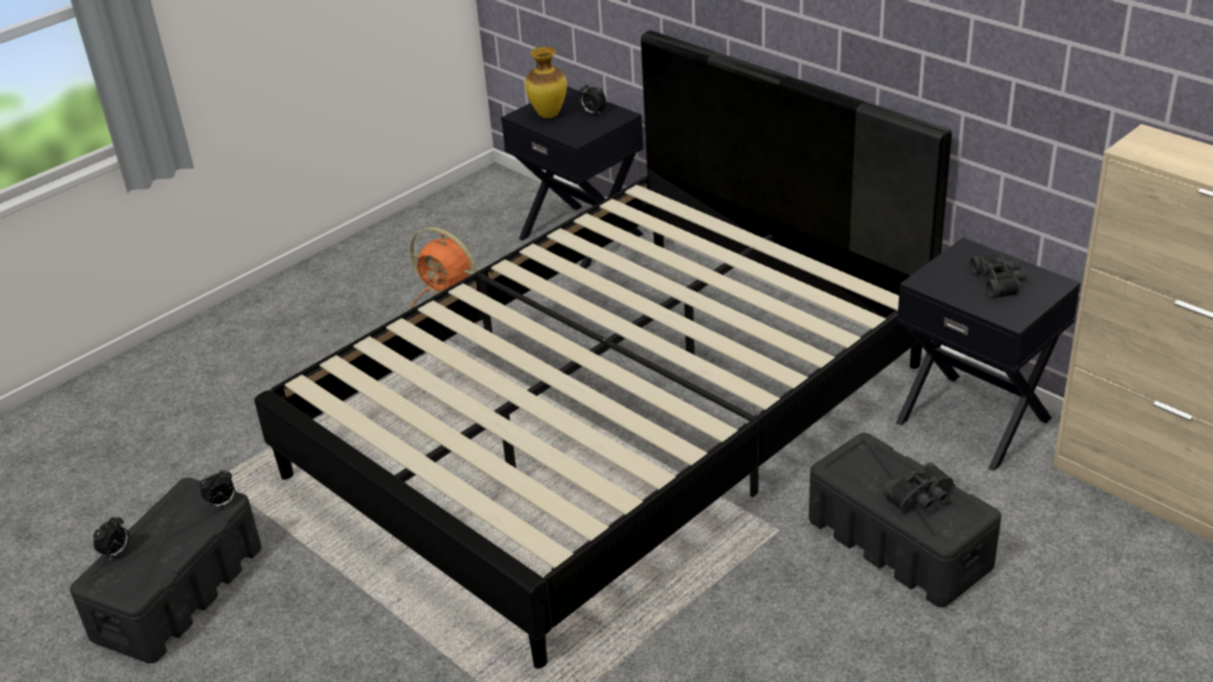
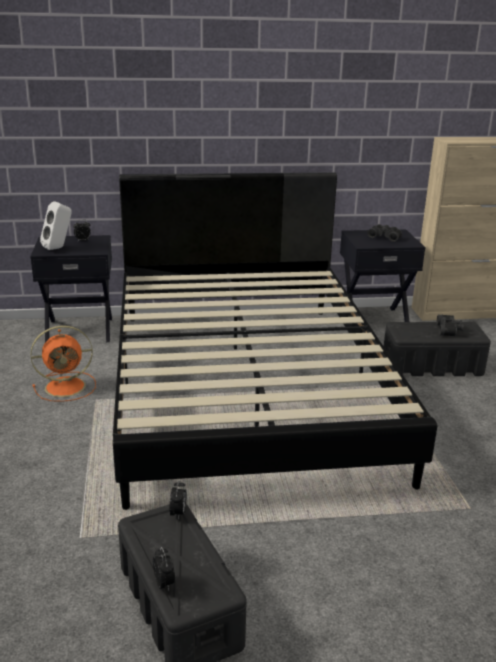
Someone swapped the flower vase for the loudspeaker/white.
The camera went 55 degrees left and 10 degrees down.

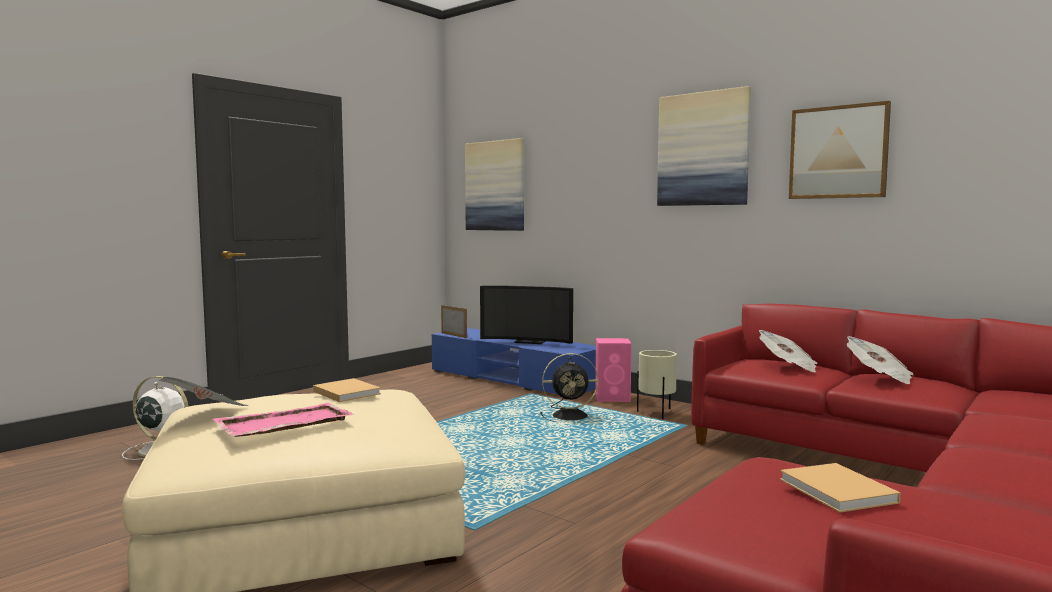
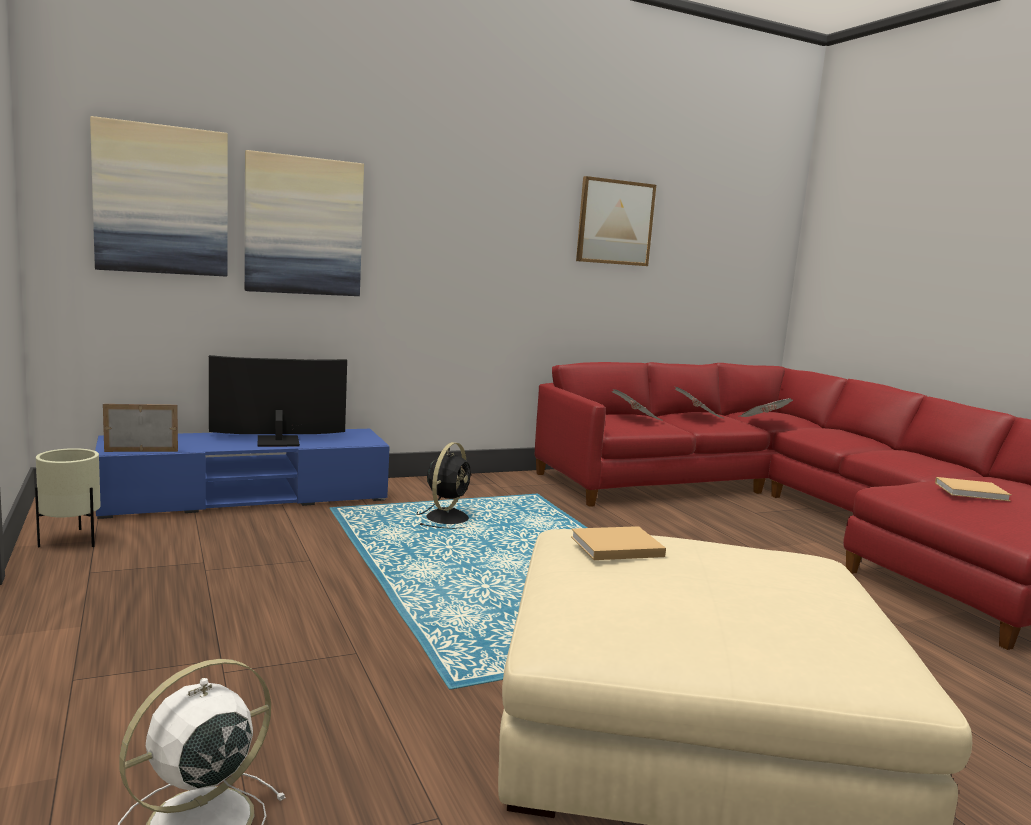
Someone carried the flower pot/sand-coloured.
Someone rotated the television by 150 degrees counterclockwise.
Someone carried the picture (no. 2 from left).
Someone carried the newspaper (no. 1 from left in the first image).
Someone took away the serving tray/pinkish.
Someone took away the loudspeaker/pinkish.
The camera went 65 degrees left and 5 degrees up.

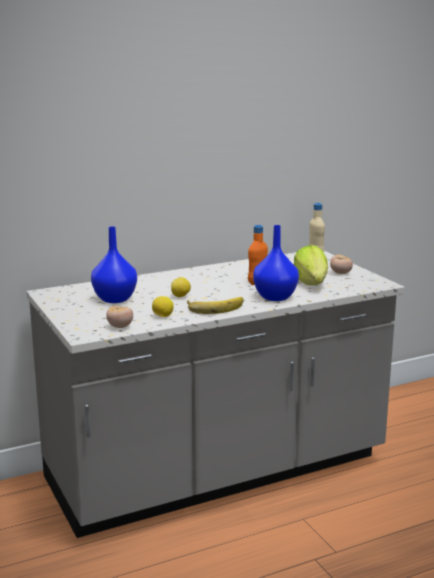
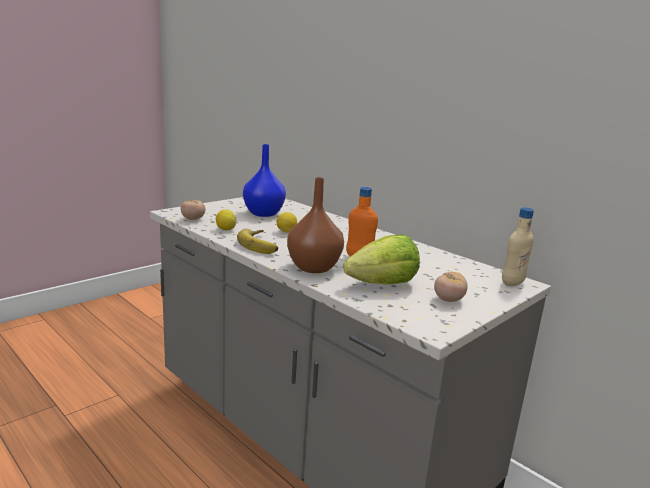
Someone repainted the flower vase/bluish (no. 2 from left), which became the flower vase/brown-coloured.
The camera went 70 degrees right and 0 degrees up.

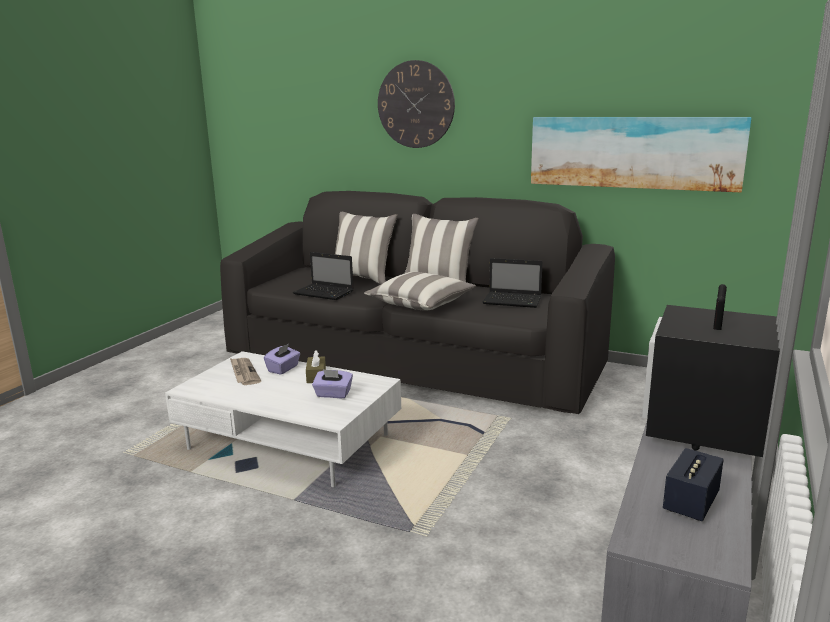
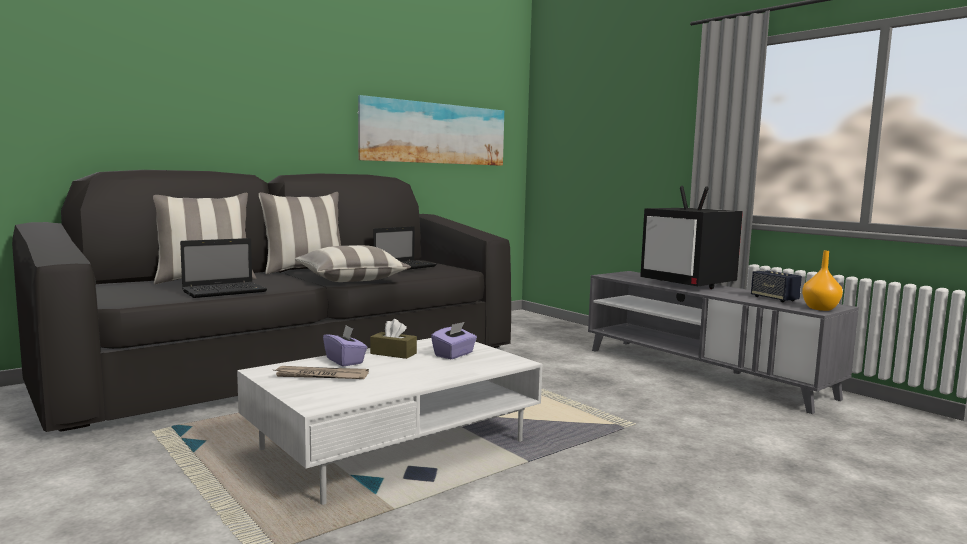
Someone put down the flower vase/orange.
Someone took away the clock on the wall.
The camera went 65 degrees left and 10 degrees down.

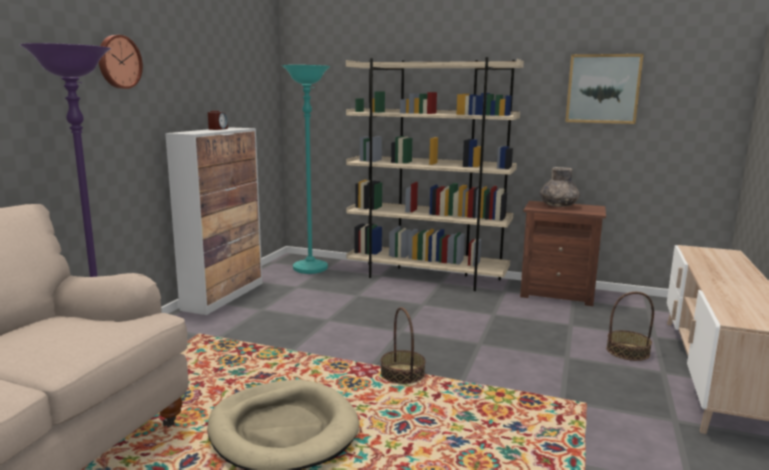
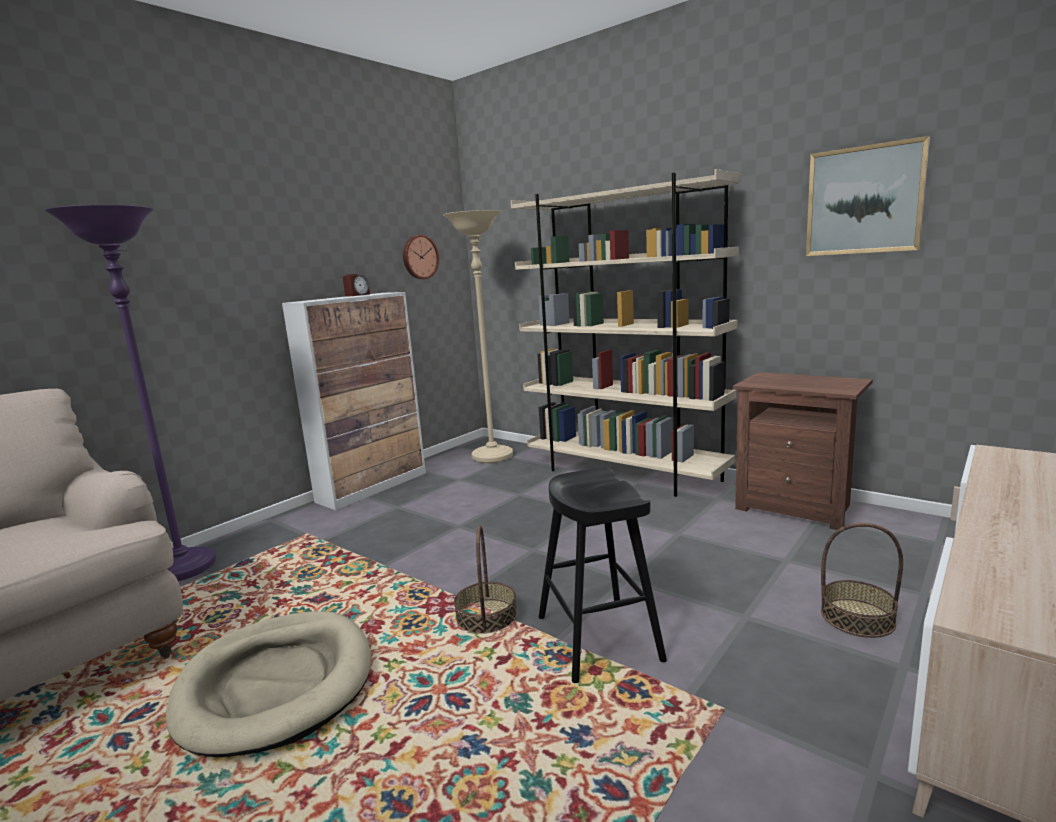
Someone carried the clock on the wall.
Someone repainted the standard lamp/turquoise-coloured, which became the standard lamp/sand-coloured.
Someone put down the sitting stool/blackish.
Someone took away the flower vase/grey.
The camera went 20 degrees right and 0 degrees up.

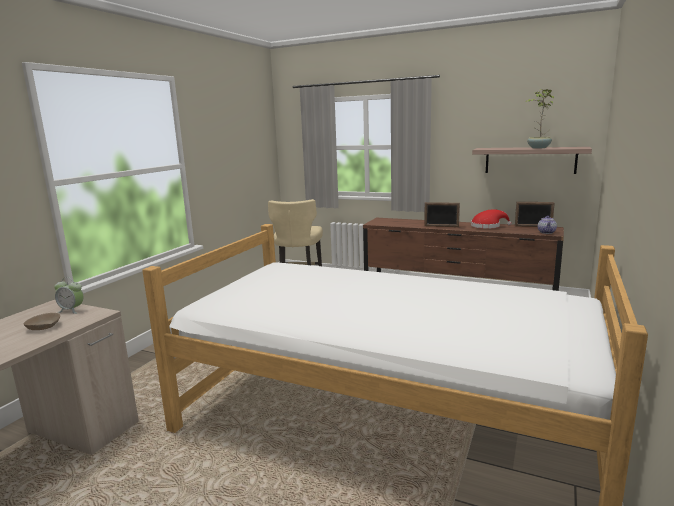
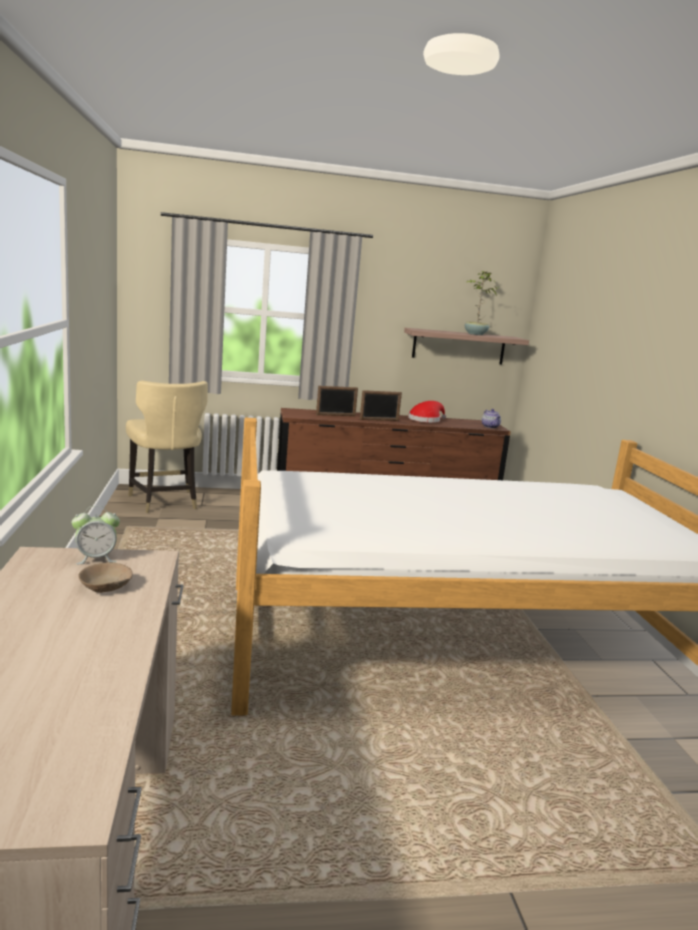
Someone carried the photo frame (no. 2 from left in the first image).
The camera went 35 degrees left and 0 degrees up.

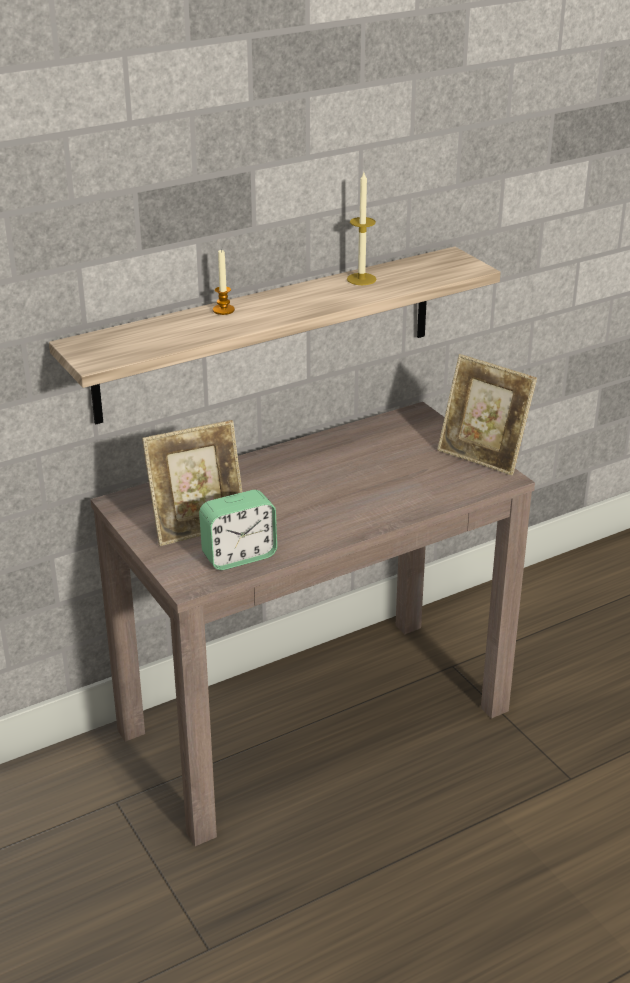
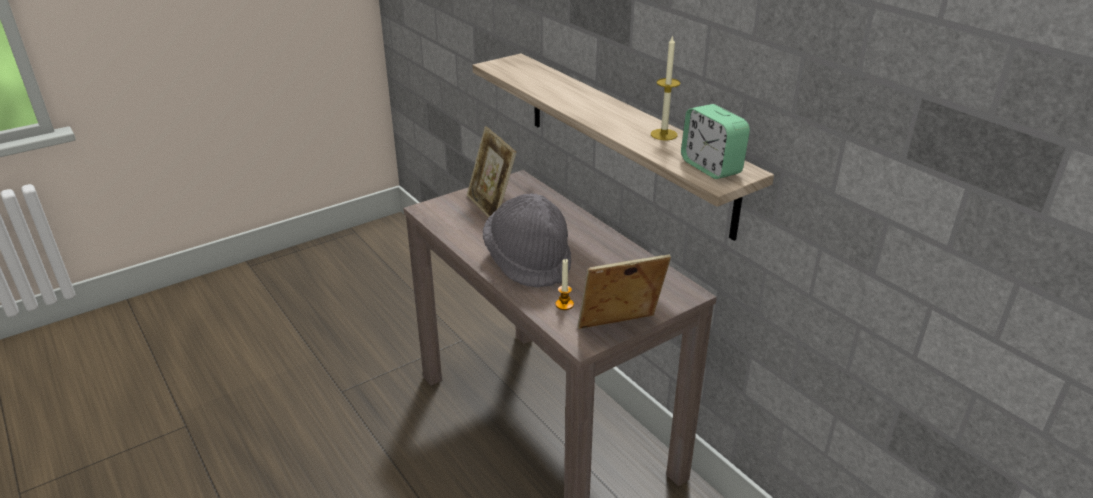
Someone put down the wearable hat/grey.
Someone carried the wax candle (no. 1 from left).
Someone rotated the photo frame (no. 2 from left) by 45 degrees clockwise.
Someone carried the table clock.
The camera went 85 degrees right and 0 degrees up.

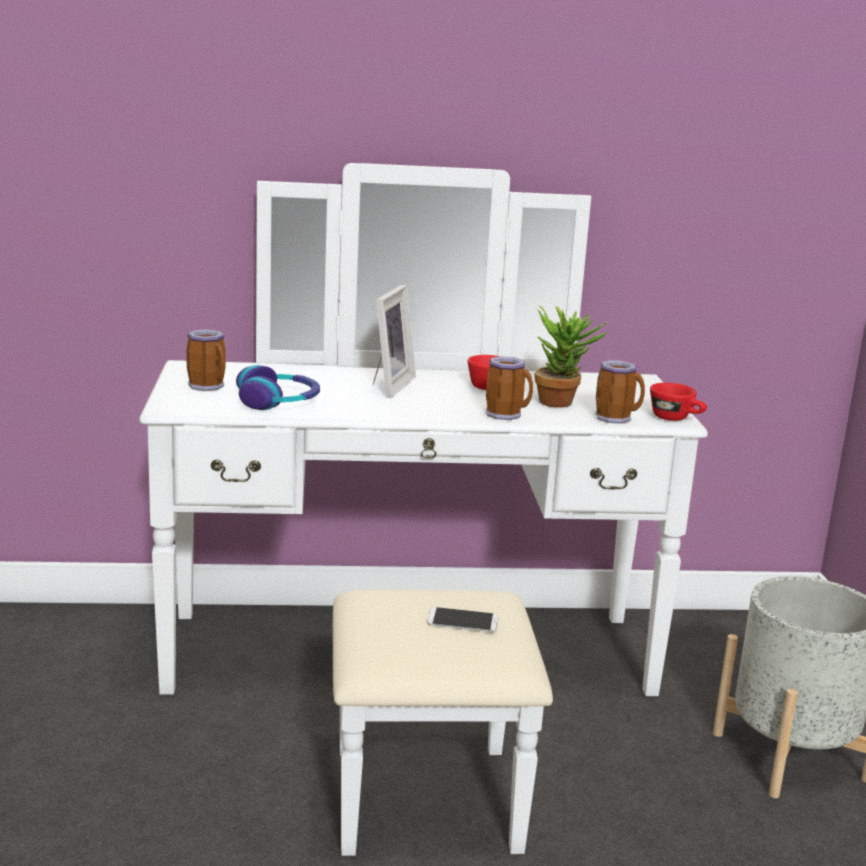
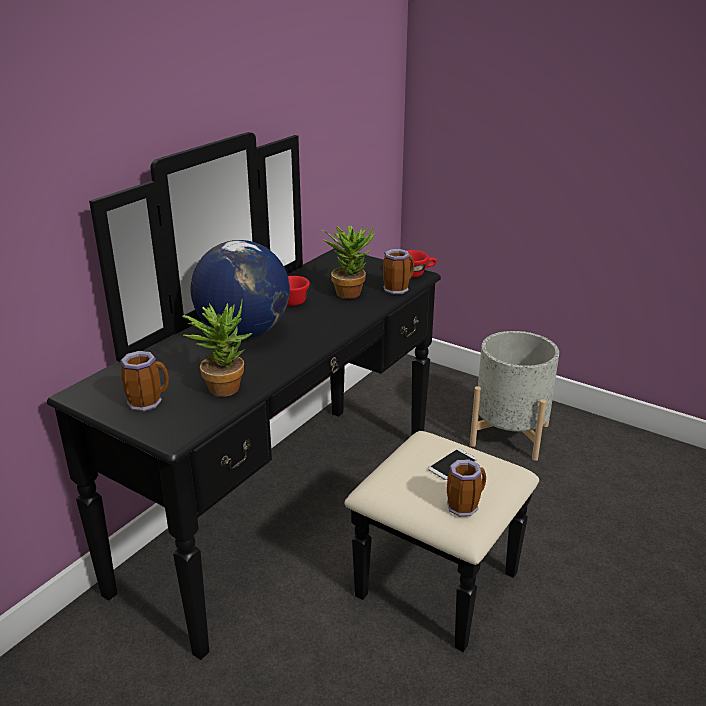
Someone repainted the drawer chest/white, which became the drawer chest/blackish.
Someone swapped the headset for the plant in a pot (no. 1 from left).
Someone swapped the photo frame for the world globe.
Someone carried the coffee mug (no. 2 from left in the first image).
The camera went 50 degrees left and 10 degrees up.

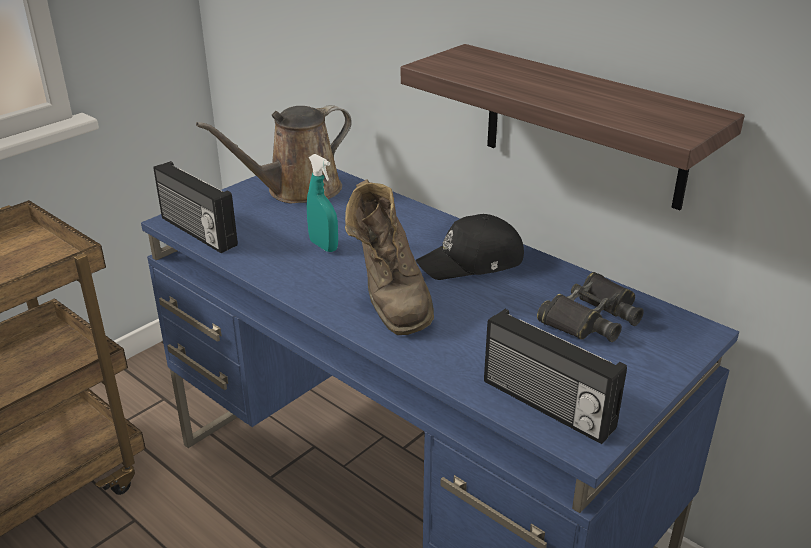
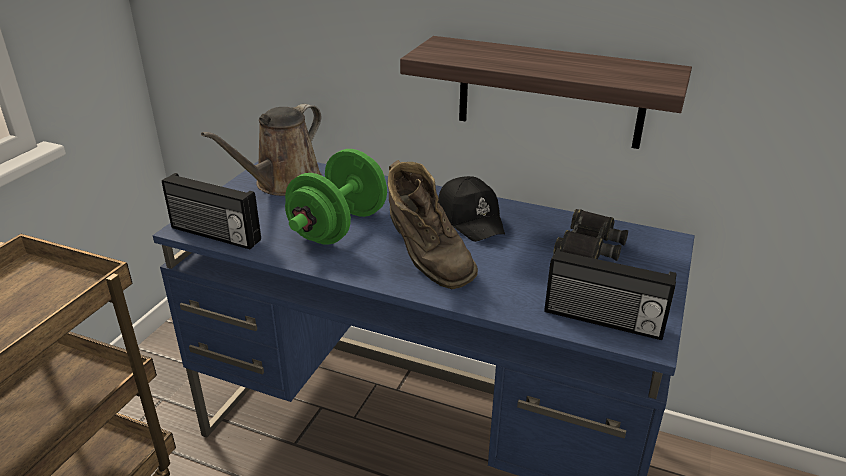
Someone swapped the spray bottle/turquoise-coloured for the dumbbell/green.
Someone rotated the cap/blackish by 75 degrees counterclockwise.
The camera went 20 degrees left and 0 degrees up.

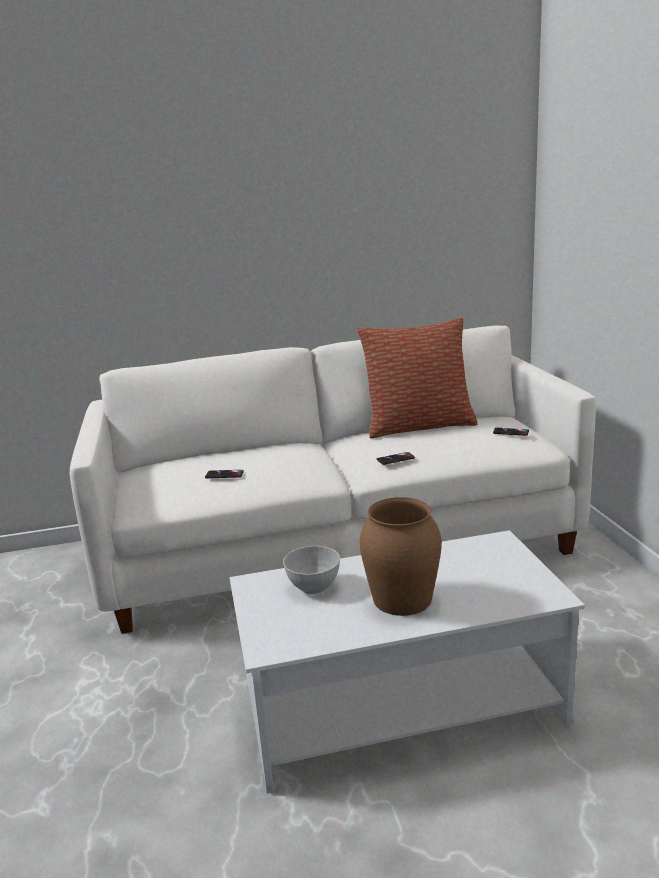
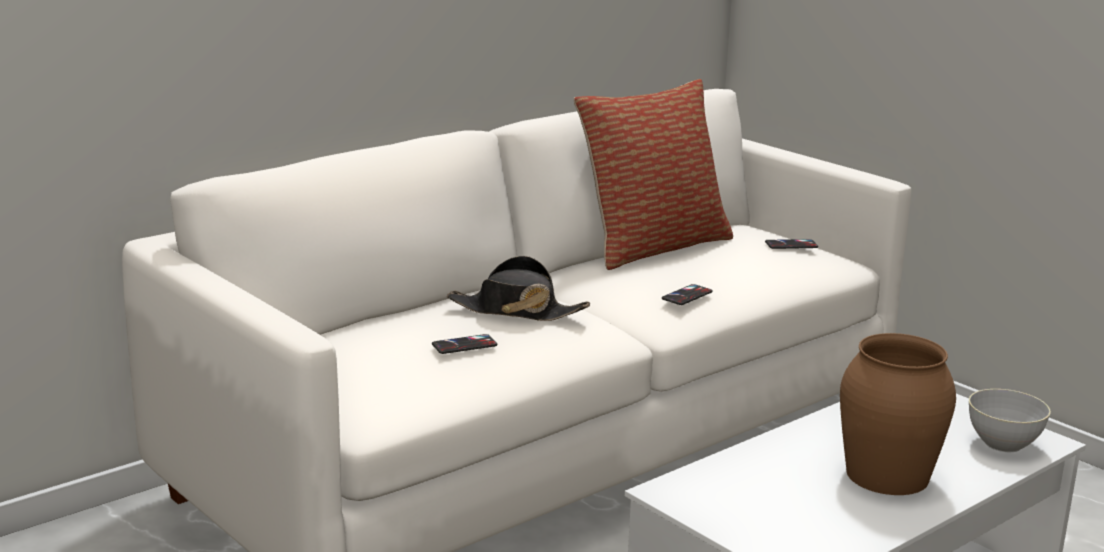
Someone put down the wearable hat/blackish.
Someone carried the serving bowl/grey.
The camera went 30 degrees left and 0 degrees up.

